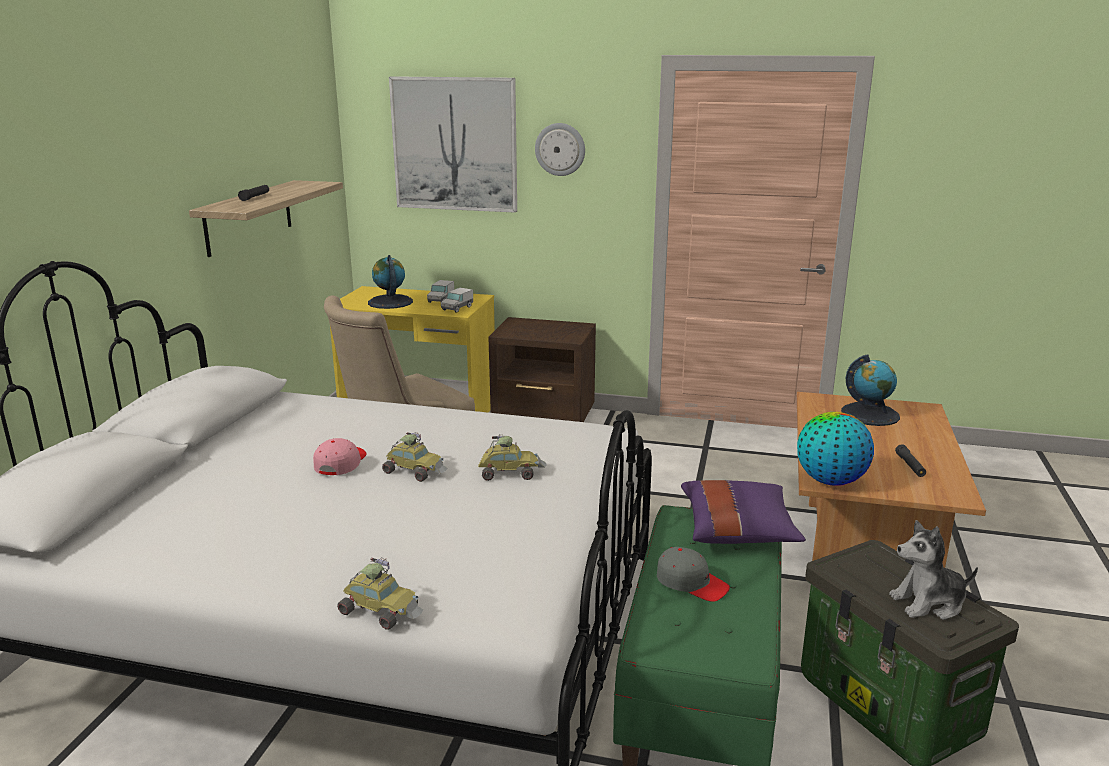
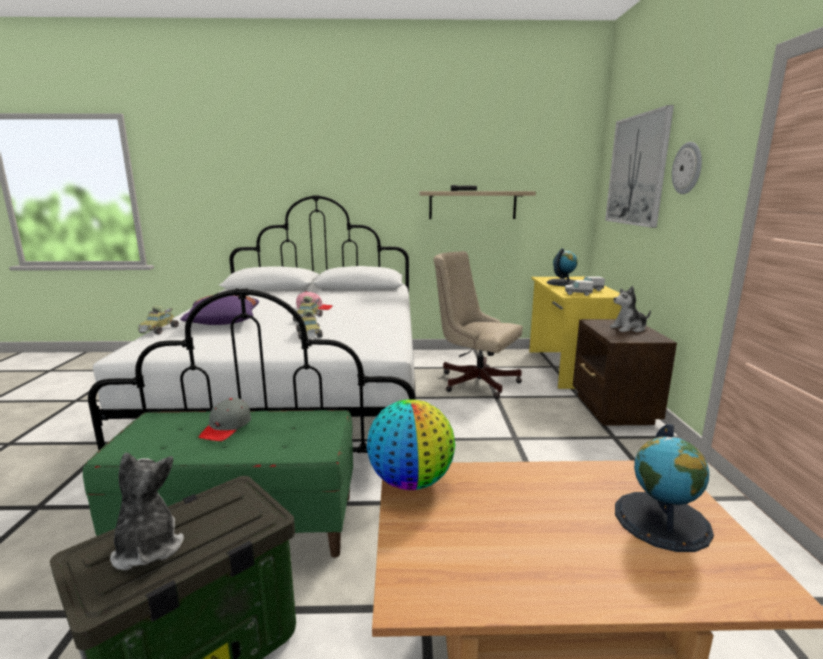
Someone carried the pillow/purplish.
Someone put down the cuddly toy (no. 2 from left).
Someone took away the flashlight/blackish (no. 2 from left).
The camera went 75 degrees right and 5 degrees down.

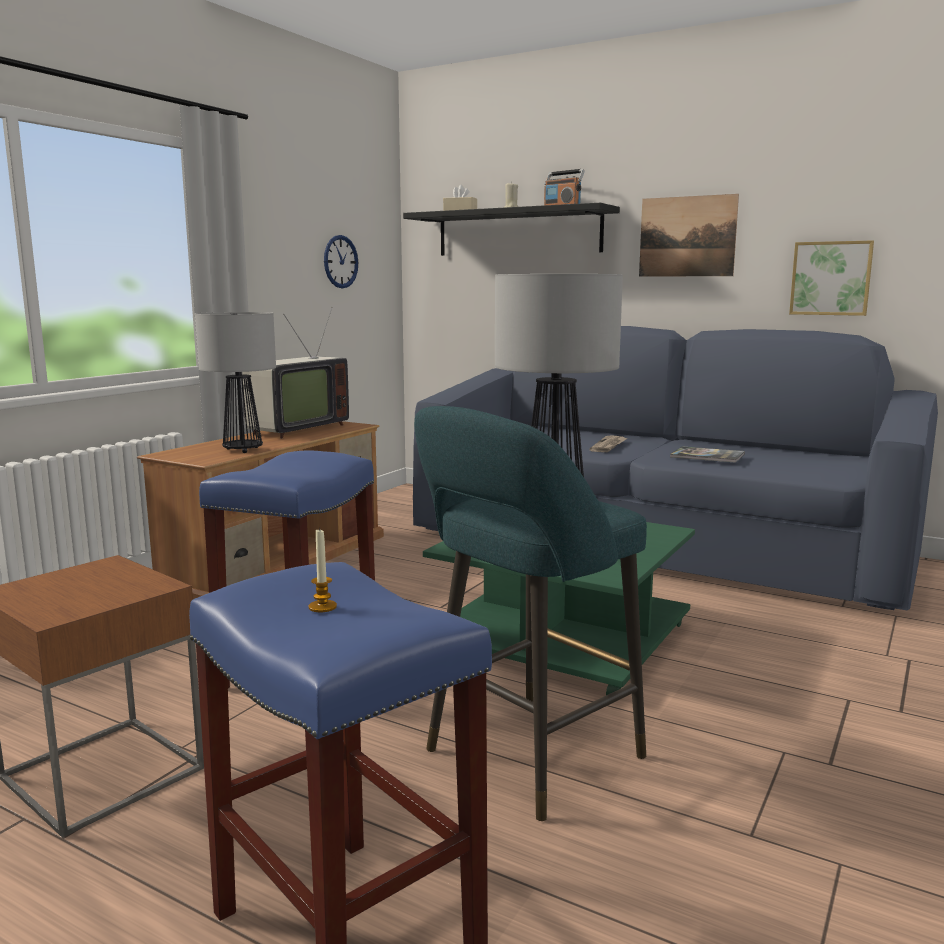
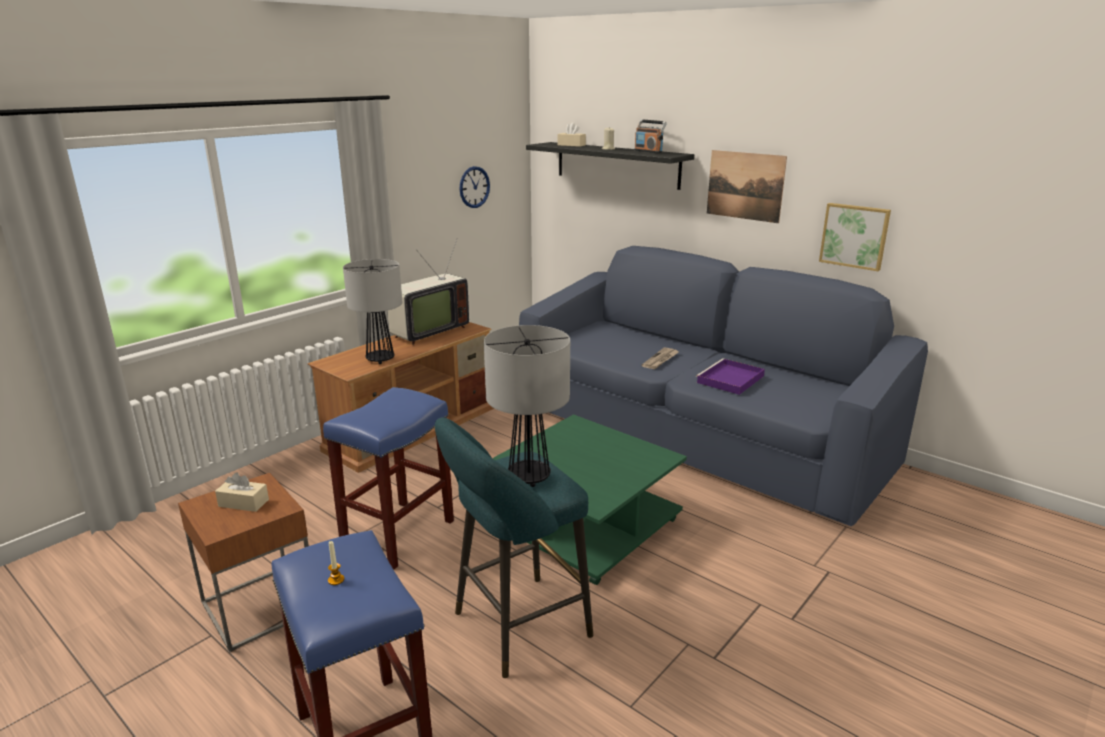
Someone put down the tissue box/sand-coloured (no. 1 from left).
Someone swapped the bound book for the serving tray/purplish.
The camera went 10 degrees right and 10 degrees up.

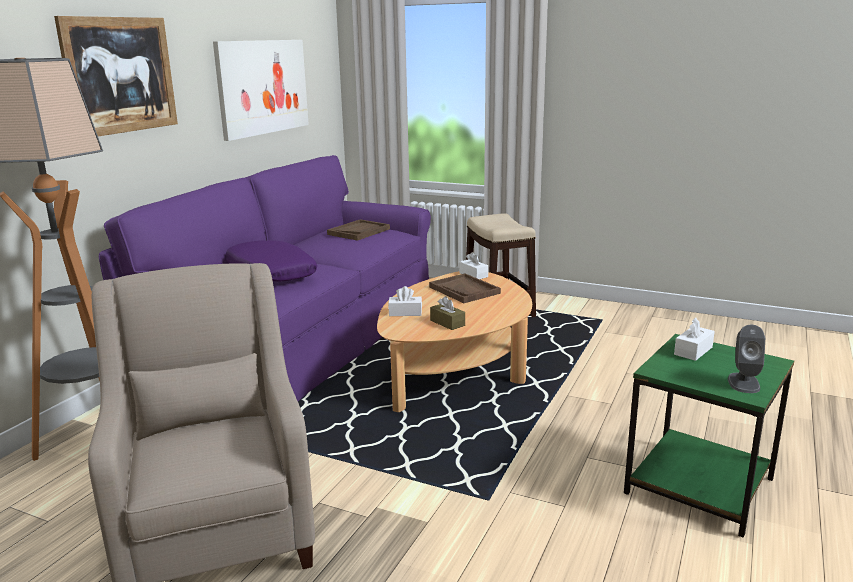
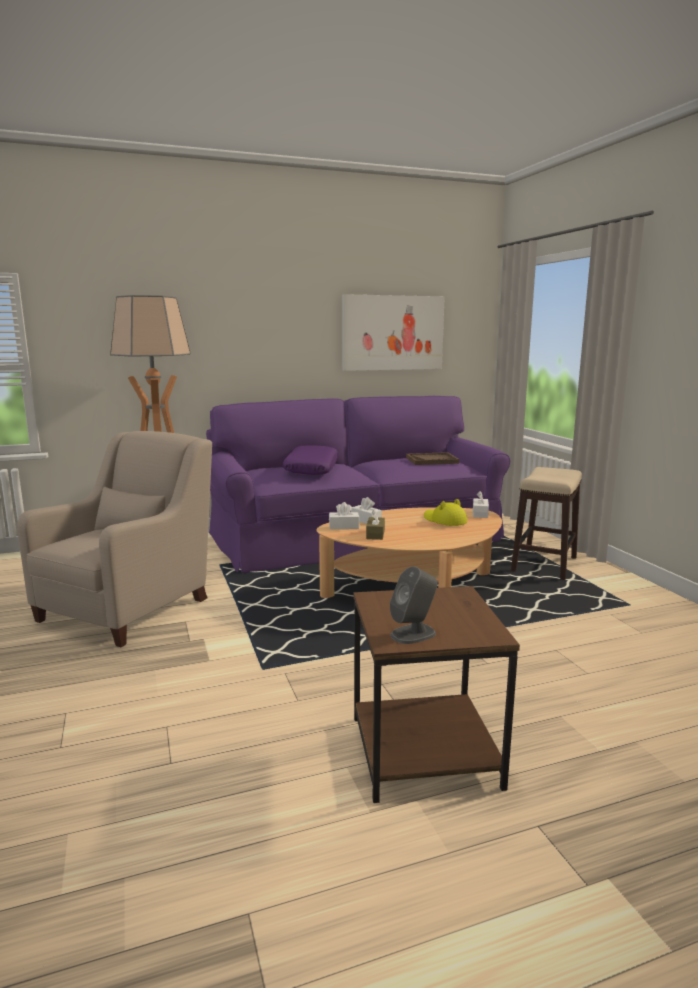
Someone carried the tissue box/white (no. 3 from left in the first image).
Someone repainted the side table/green, which became the side table/brown-coloured.
Someone swapped the serving tray/brown-coloured (no. 2 from left) for the wearable hat/yellowish.
Someone took away the picture (no. 1 from left).
The camera went 45 degrees right and 5 degrees down.

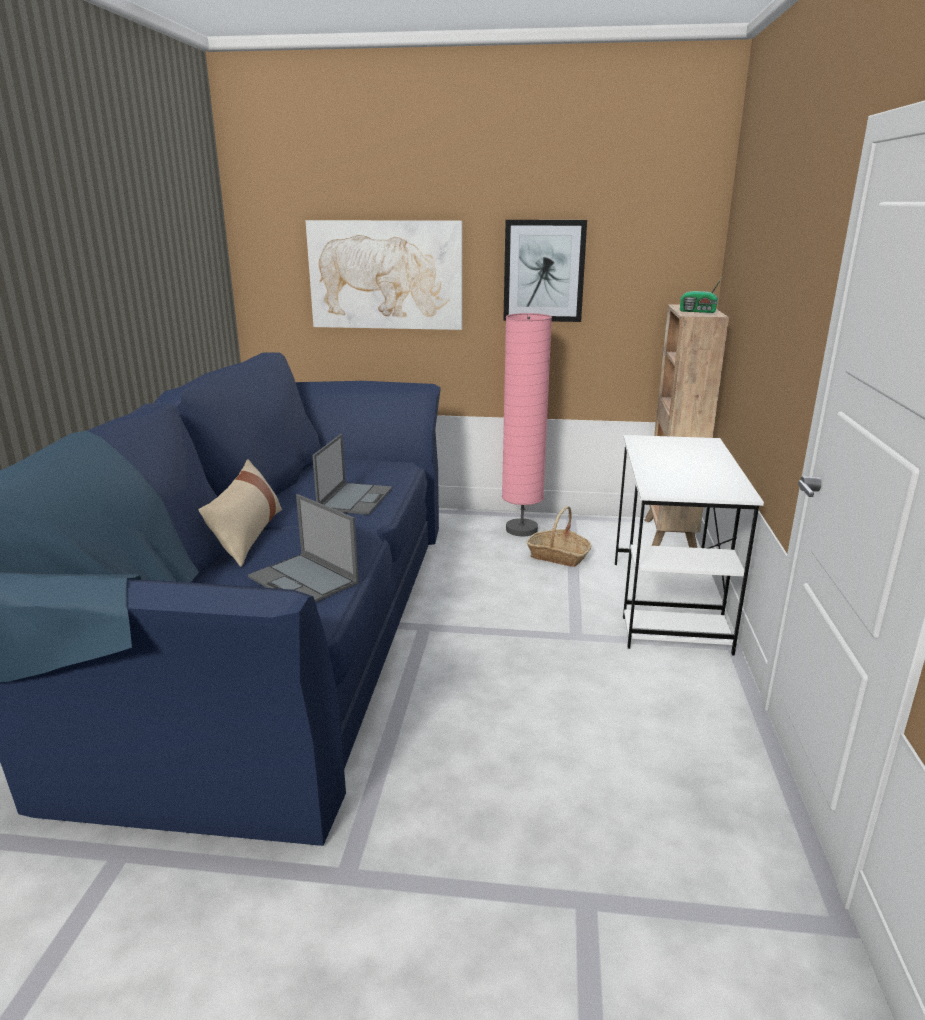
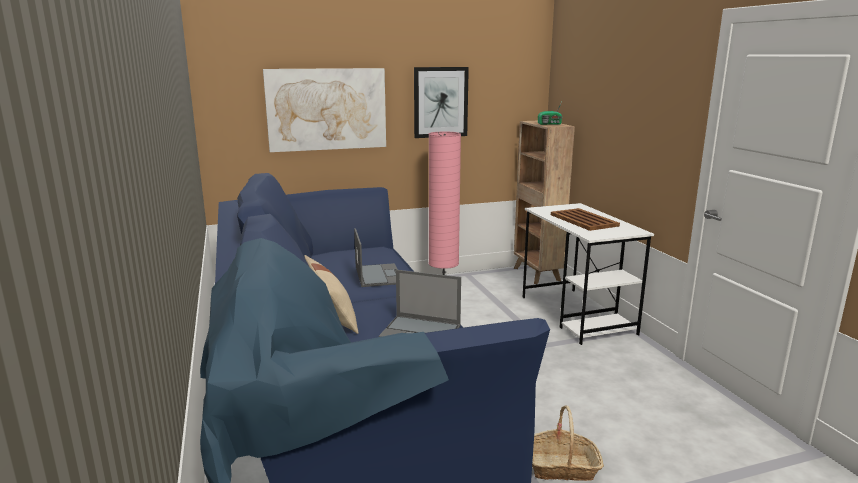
Someone carried the household basket.
Someone put down the serving tray/brown-coloured.
The camera went 25 degrees left and 5 degrees down.

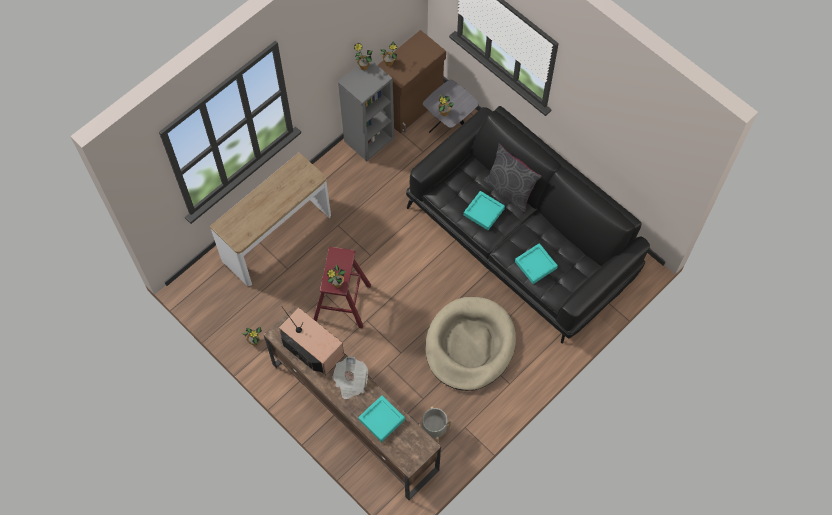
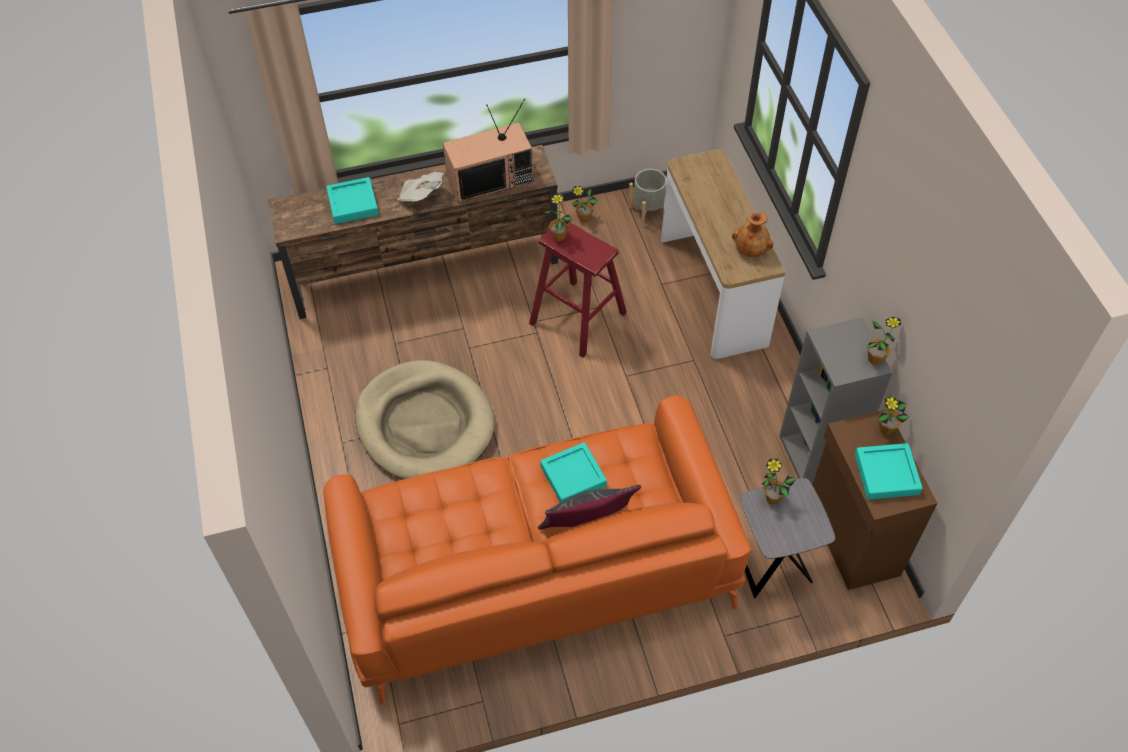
Someone repainted the sofa/blackish, which became the sofa/orange.
Someone carried the flower pot/grey.
Someone put down the flower vase/brown-coloured.
Someone carried the serving tray/turquoise-coloured (no. 3 from left).
The camera went 120 degrees right and 10 degrees down.

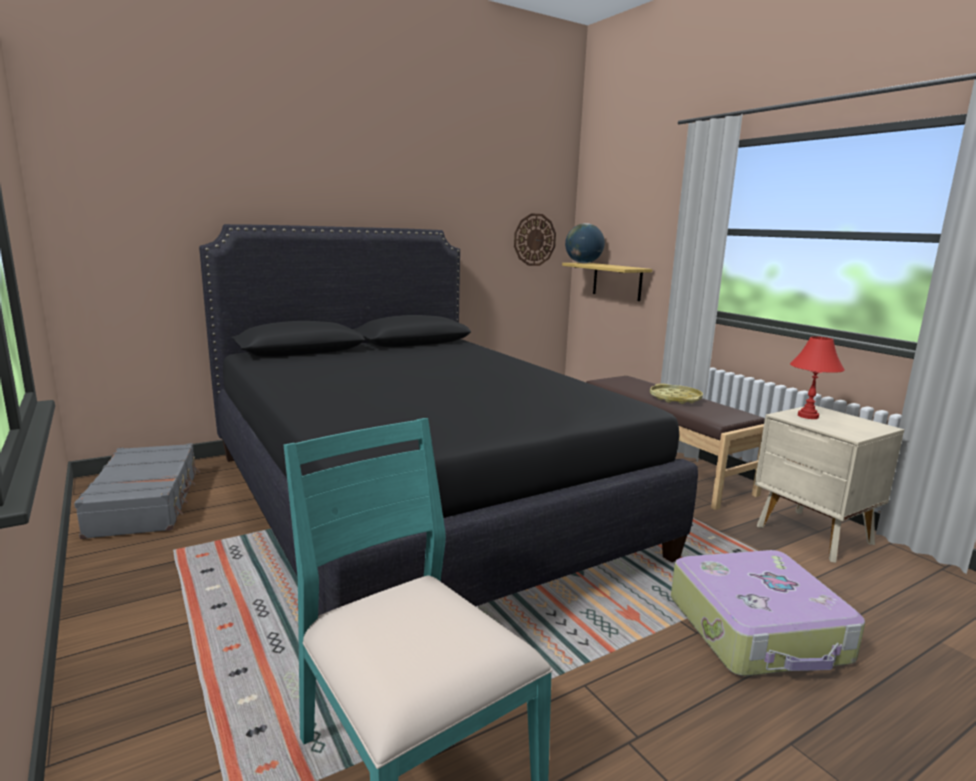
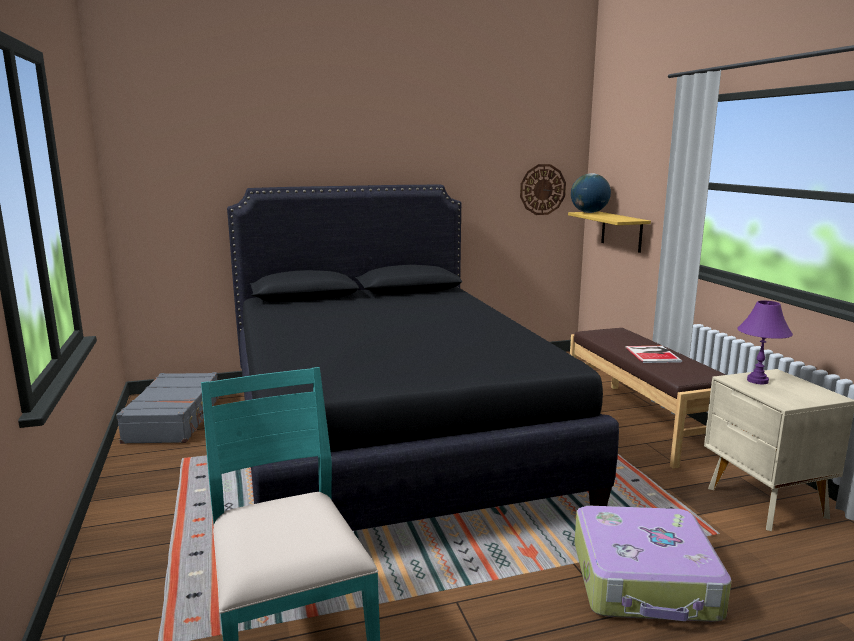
Someone swapped the serving tray/yellowish for the bound book.
Someone repainted the tabletop lamp/red, which became the tabletop lamp/purplish.
The camera went 15 degrees right and 0 degrees up.

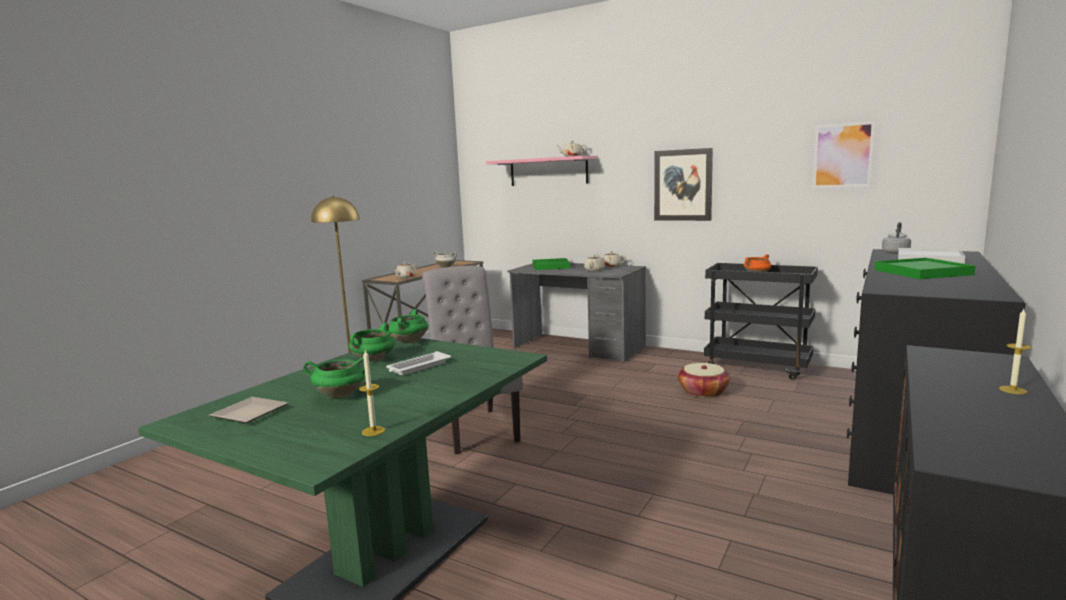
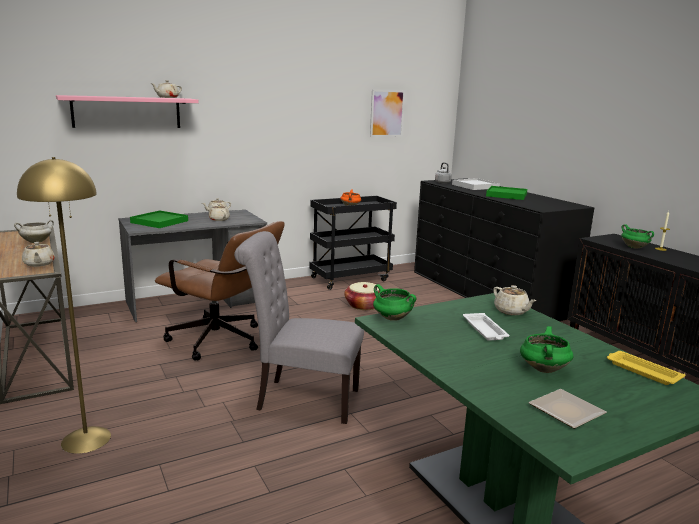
Someone put down the desk chair/brown-coloured.
Someone put down the teapot/sand-coloured (no. 5 from left).
Someone swapped the wax candle (no. 1 from left) for the serving tray/yellowish.
Someone carried the cooking pot/green (no. 2 from left in the first image).
Someone took away the picture (no. 1 from left).
The camera went 60 degrees left and 5 degrees up.

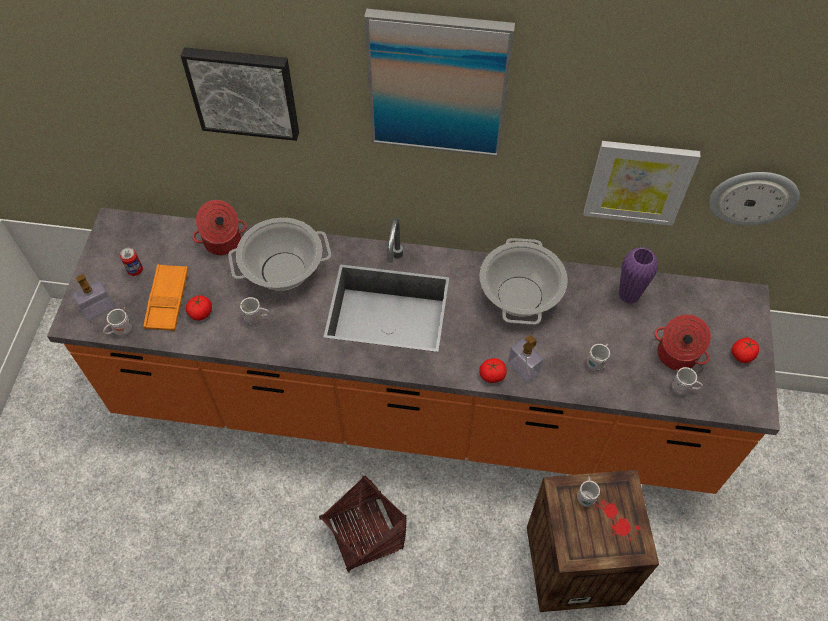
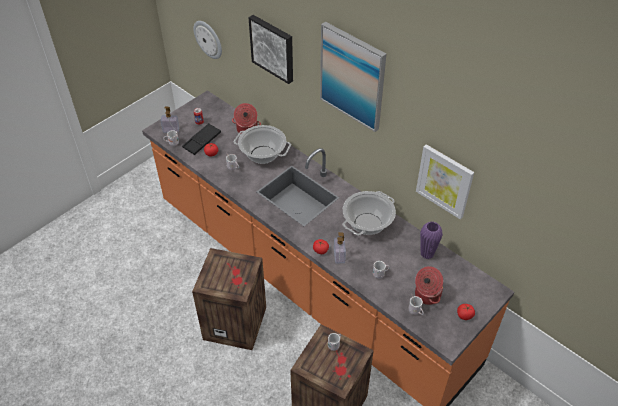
Someone repainted the serving tray/orange, which became the serving tray/blackish.
Someone swapped the household basket for the shipping crate (no. 1 from left).
Someone carried the clock on the wall.
The camera went 35 degrees right and 10 degrees down.

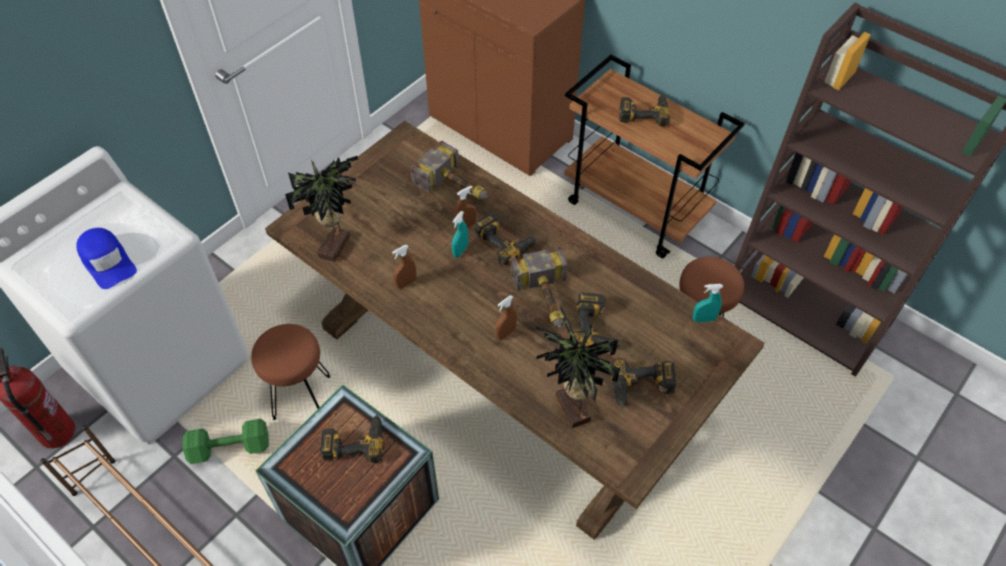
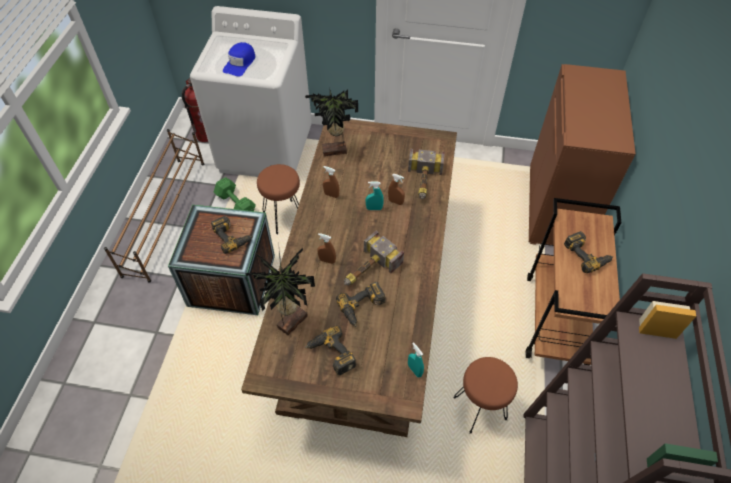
Someone took away the drill (no. 2 from left).
The camera went 60 degrees right and 0 degrees up.

